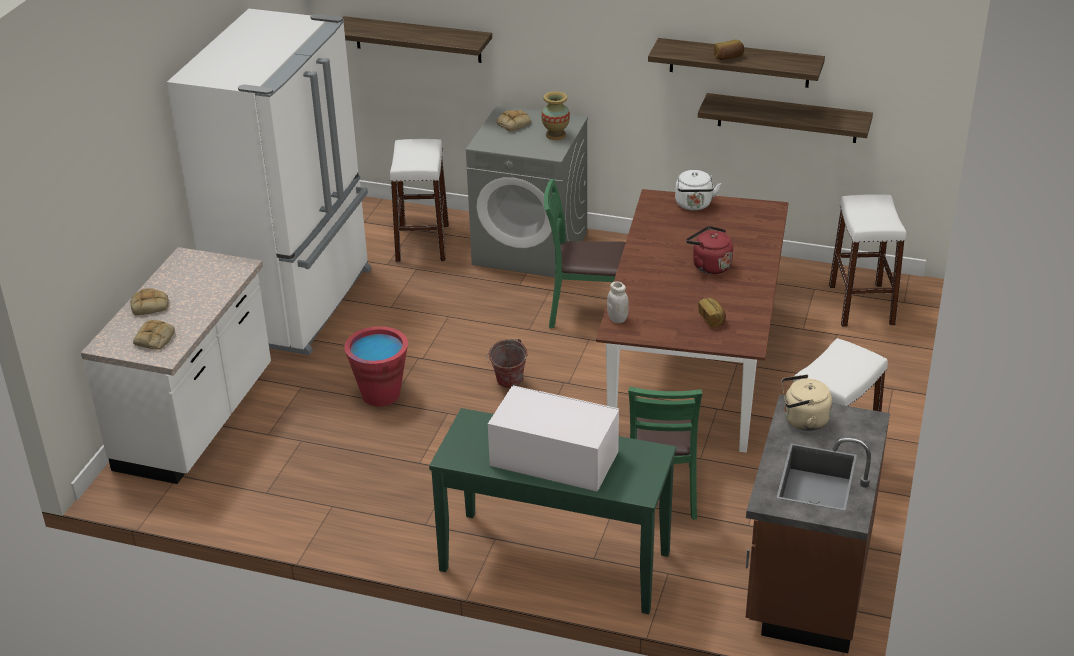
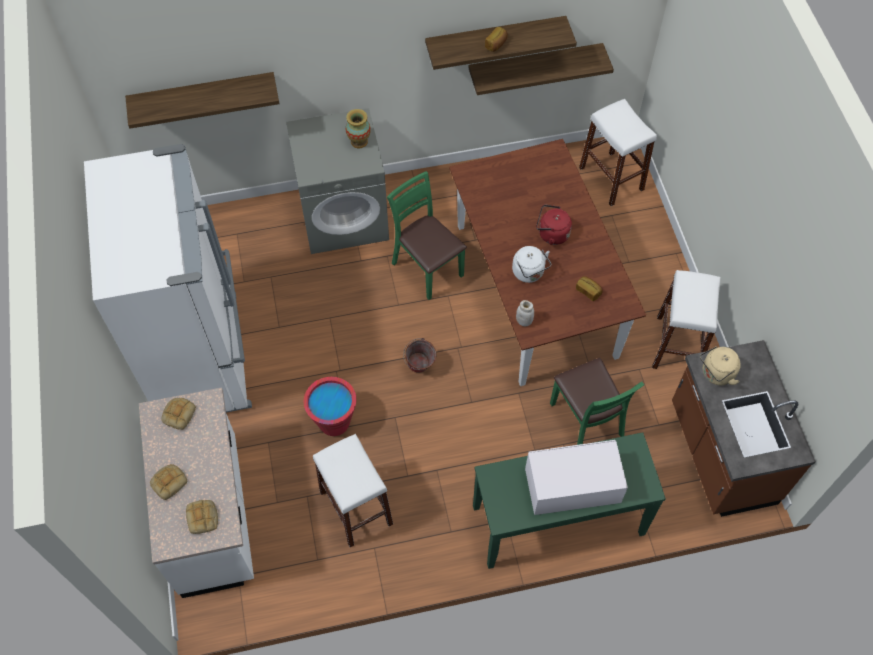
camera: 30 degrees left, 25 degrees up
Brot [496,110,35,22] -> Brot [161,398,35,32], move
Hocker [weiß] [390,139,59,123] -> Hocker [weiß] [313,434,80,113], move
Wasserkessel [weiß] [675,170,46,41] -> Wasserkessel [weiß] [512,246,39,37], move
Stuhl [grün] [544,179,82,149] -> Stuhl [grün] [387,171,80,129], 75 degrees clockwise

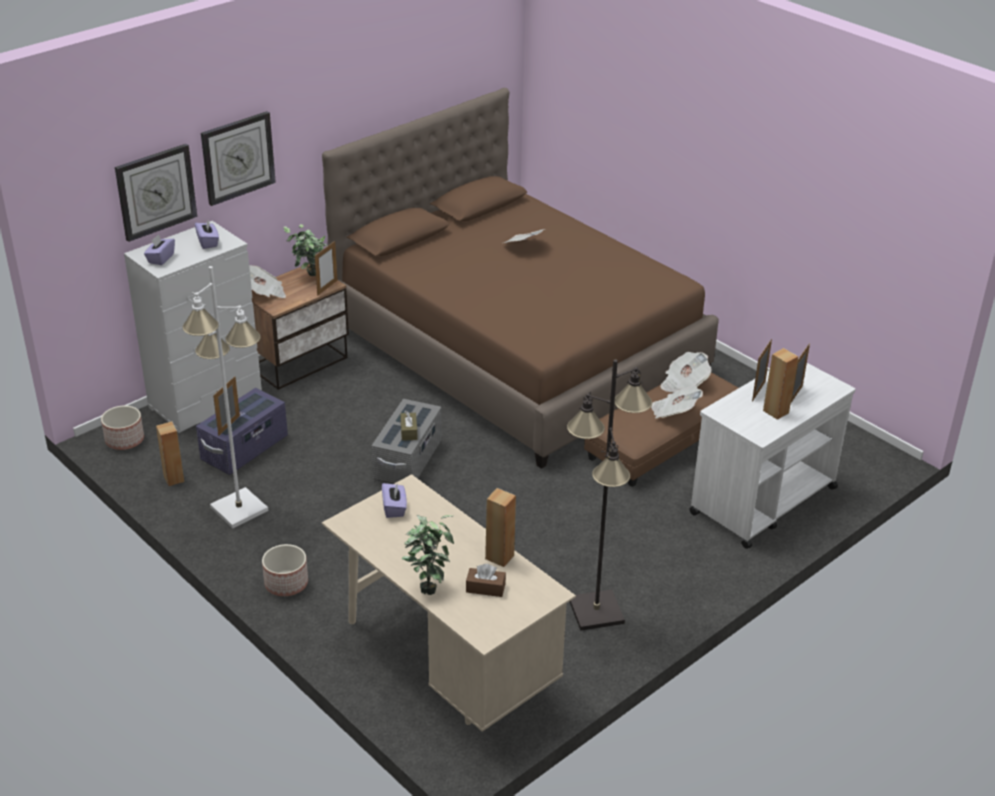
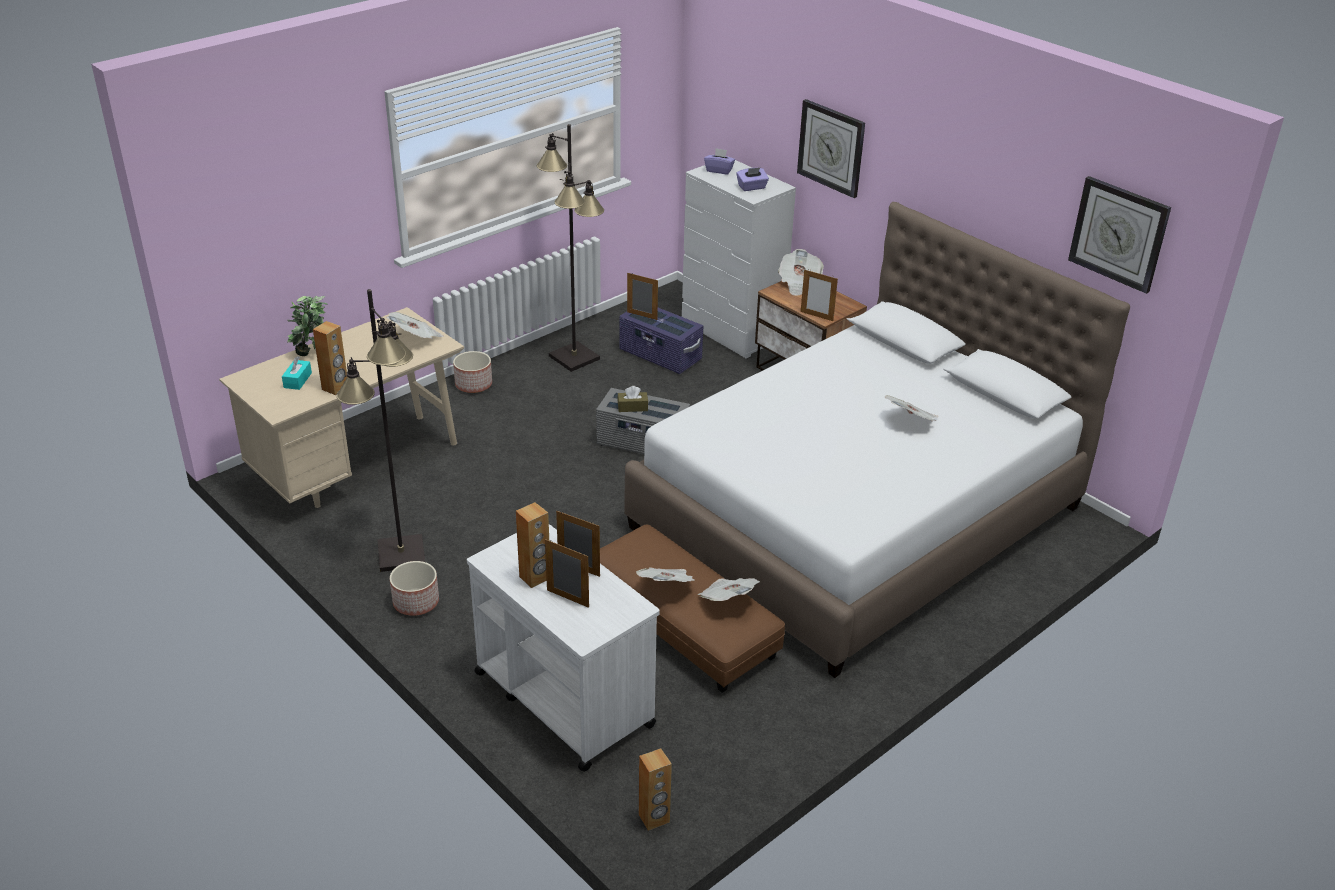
camera: 90 degrees right, 0 degrees up
Bett [braun] [322,88,397,381] -> Bett [weiß] [624,202,506,476]
Wanduhr [115,144,82,98] -> Wanduhr [1068,176,103,118], move
Topfpflanze [283,224,45,52] -> none
Stehlampe [weiß] [182,266,86,262] -> Stehlampe [schwarz] [537,124,67,248]
Pflanzkübel [101,405,43,45] -> Pflanzkübel [390,561,49,55], move
Lautsprecher [braun] [156,421,28,65] -> Lautsprecher [braun] [639,748,33,83], move
Taschentuchbox [lila] [382,482,25,36] -> Zeitung [386,312,58,27]
Taschentuchbox [braun] [466,564,40,33] -> Taschentuchbox [türkis] [282,356,30,34]

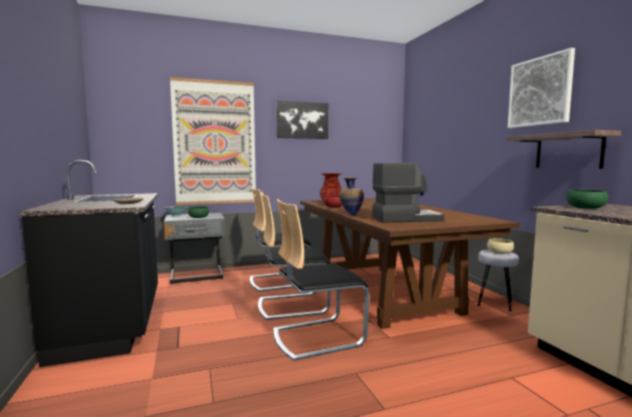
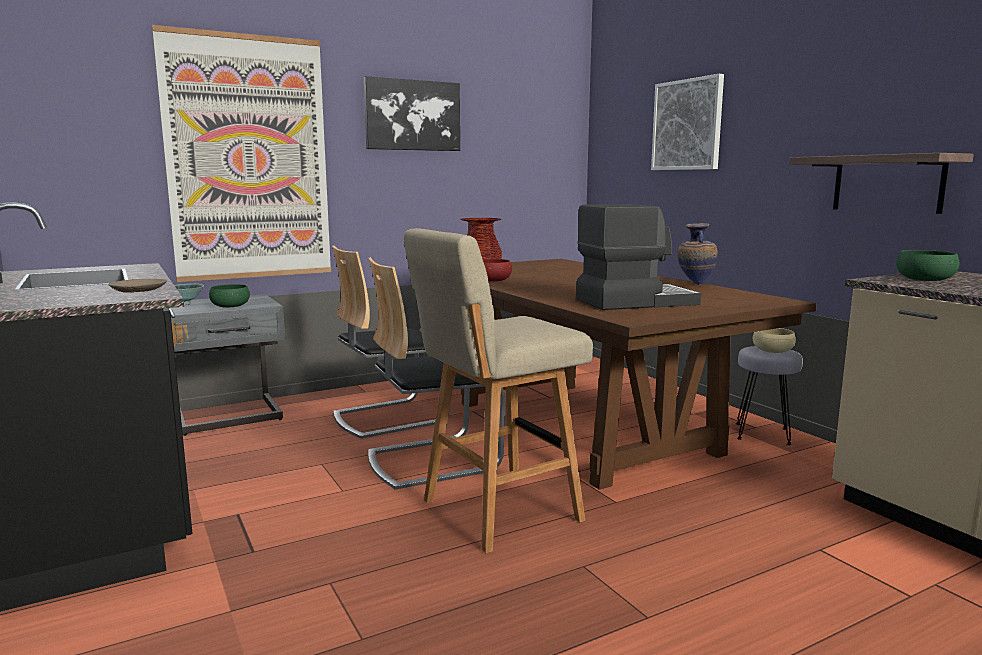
camera: 10 degrees left, 5 degrees up
Bild [507,48,68,80] -> Bild [651,74,73,96], move
Vase [339,177,25,38] -> Vase [677,223,41,62], move
Stuhl [273,199,96,162] -> Hocker [beige] [404,228,189,326]

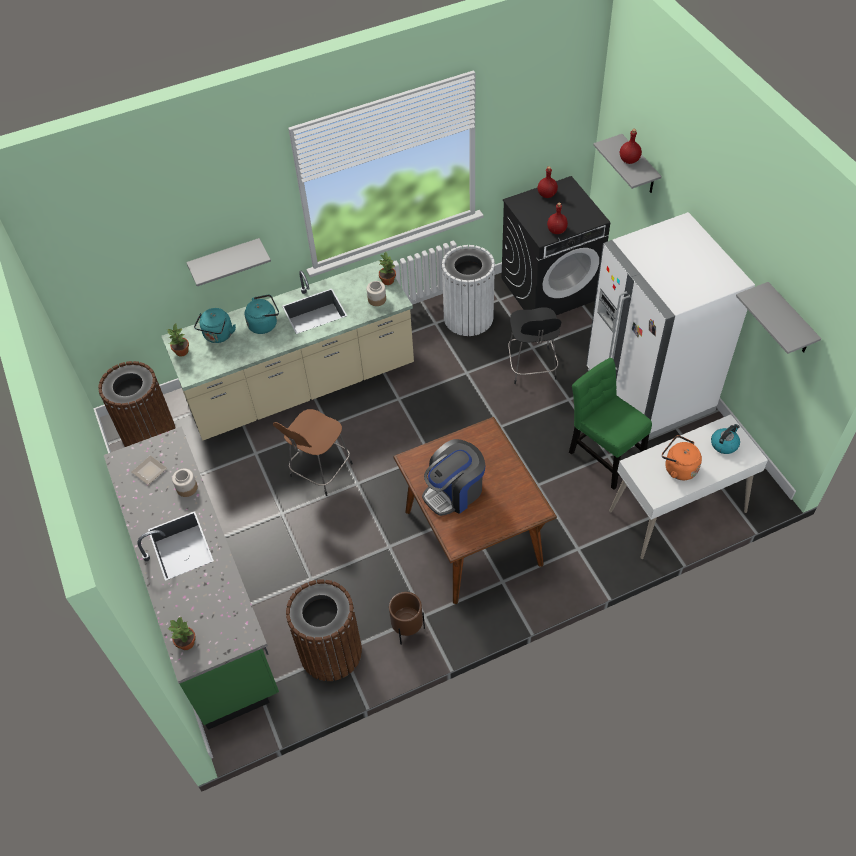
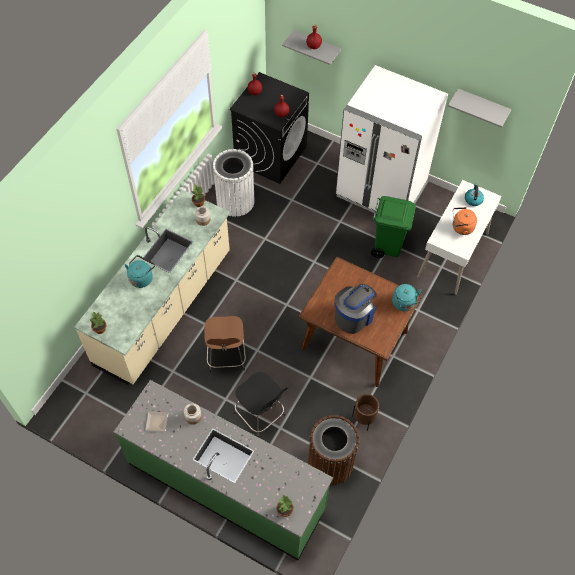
camera: 40 degrees left, 5 degrees up
Wandregal [grau] [186,238,85,48] -> none
Hocker [schwarz] [507,307,54,77] -> Hocker [schwarz] [234,372,54,65], move
Wasserkessel [türkis] [194,308,42,35] -> Wasserkessel [türkis] [392,284,30,27], move
Stuhl [grün] [569,358,83,132] -> Mülleimer [grün] [371,196,45,62]
Mülleimer [braun] [98,361,78,86] -> none
Kaffeemaschine [422,439,63,77] -> Kaffeemaschine [334,284,43,50], 150 degrees counterclockwise

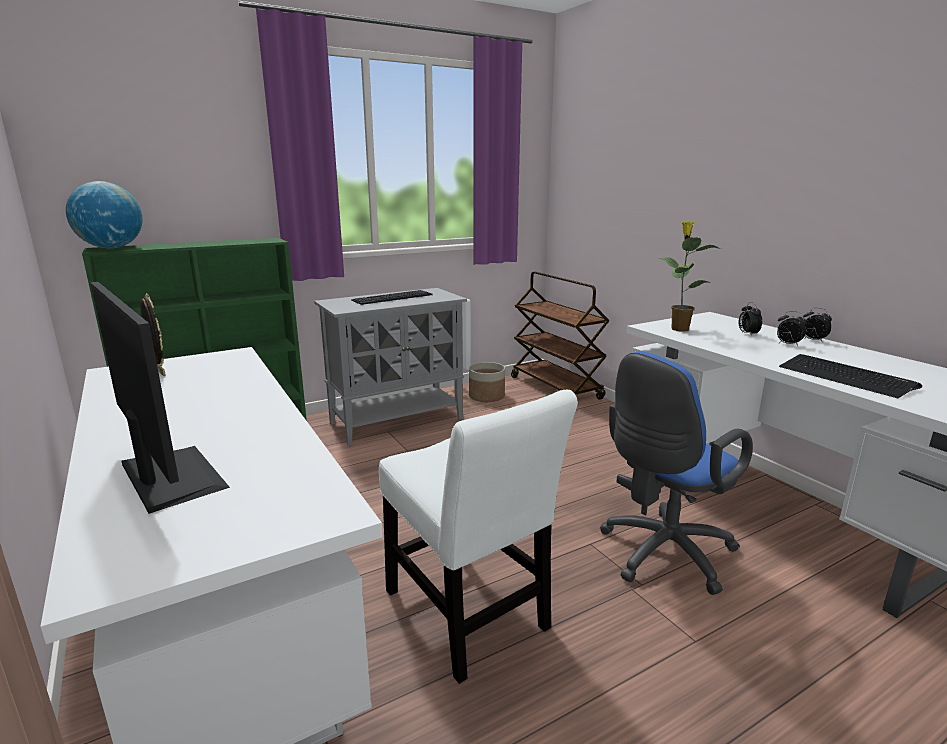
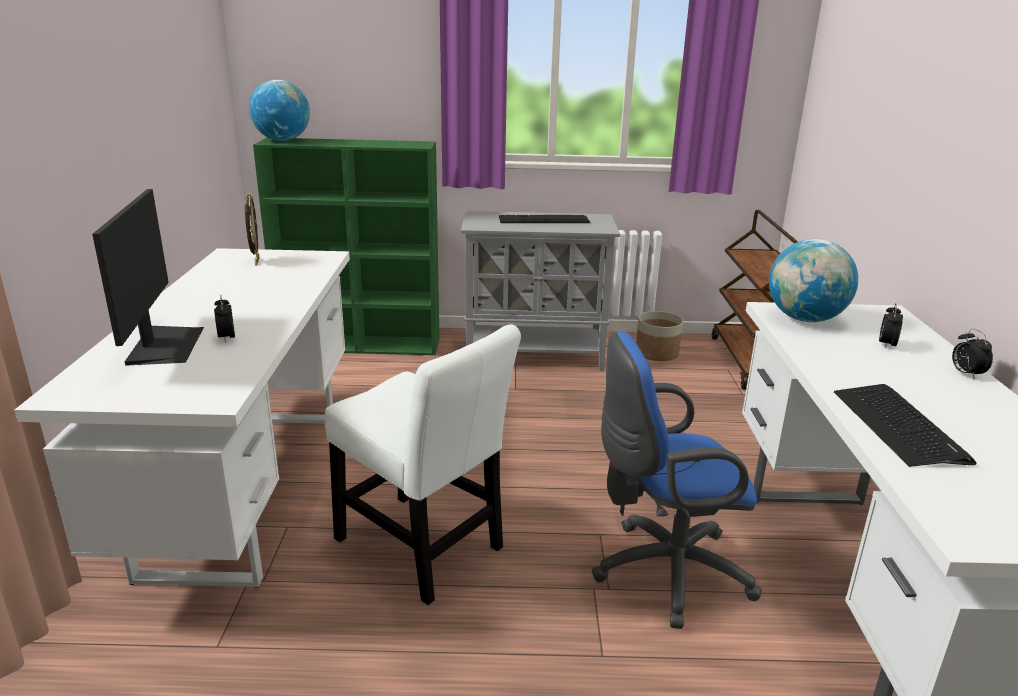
camera: 30 degrees right, 5 degrees up
Topfpflanze [658,222,63,110] -> Globus [769,239,89,83]
Wecker [777,311,30,35] -> Wecker [214,295,21,48], move
Stuhl [weiß] [379,390,199,294] -> Stuhl [weiß] [325,325,196,280], 45 degrees counterclockwise

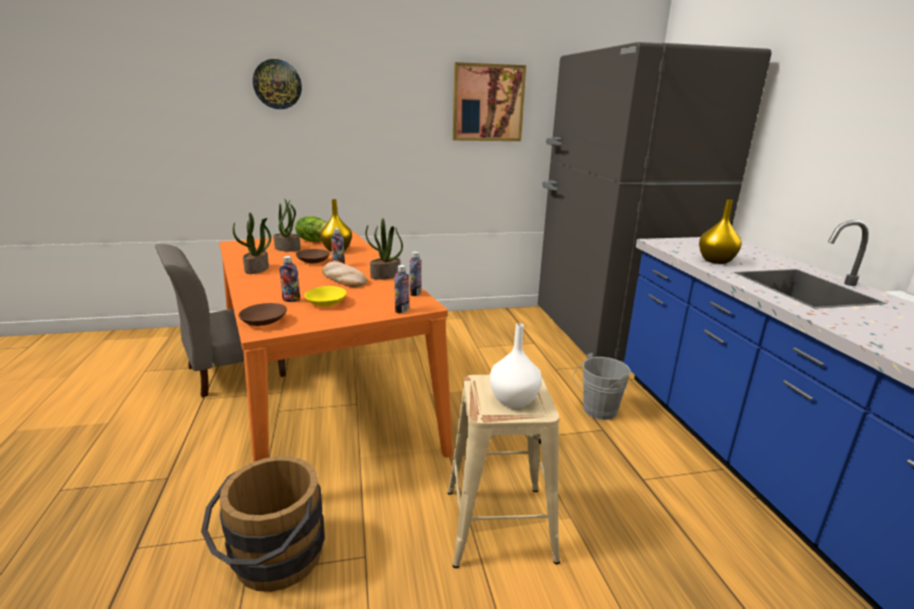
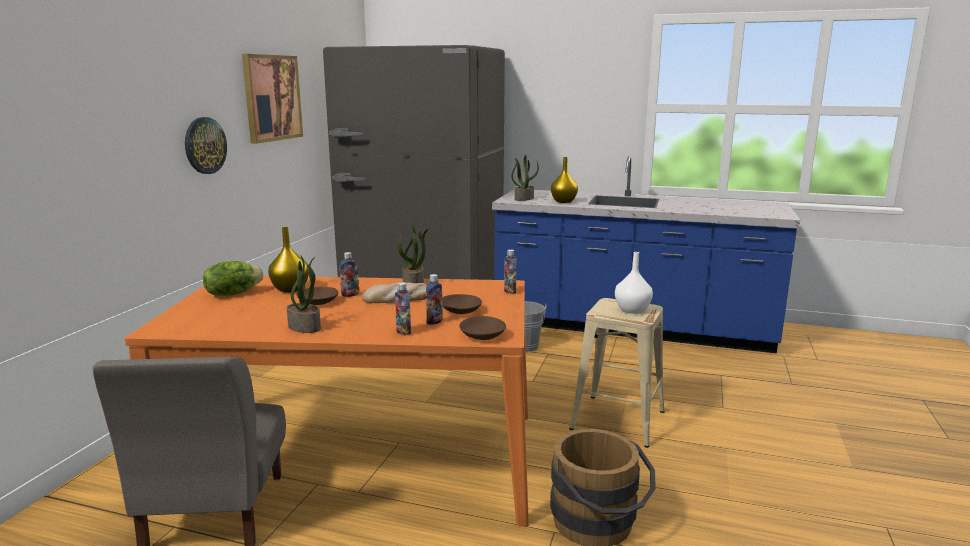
camera: 60 degrees left, 5 degrees down
Wanduhr [253,59,49,50] -> Wanduhr [185,117,42,57], move
Topfpflanze [273,198,28,53] -> Topfpflanze [511,155,28,46], move
Flasche [410,251,11,45] -> Flasche [395,282,16,53], move
Schüssel [gelb] [304,286,43,21] -> Schüssel [braun] [442,294,40,20]

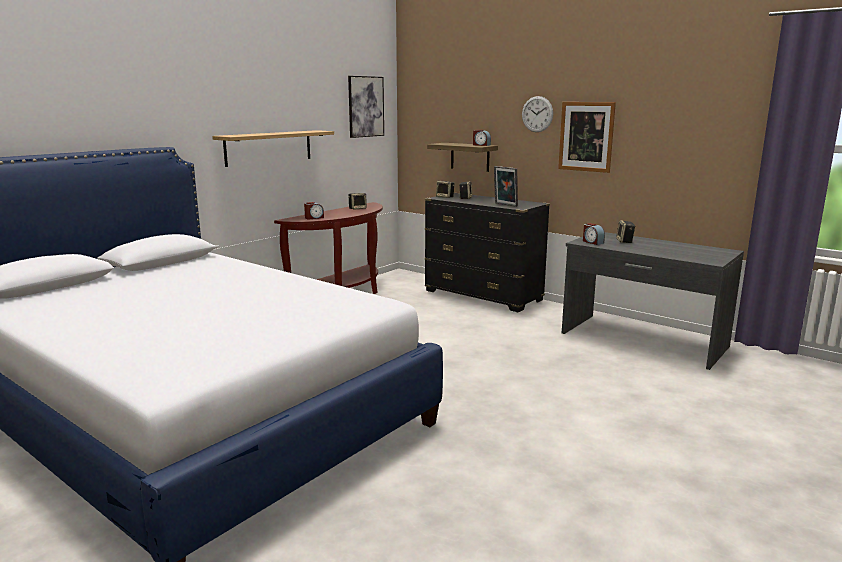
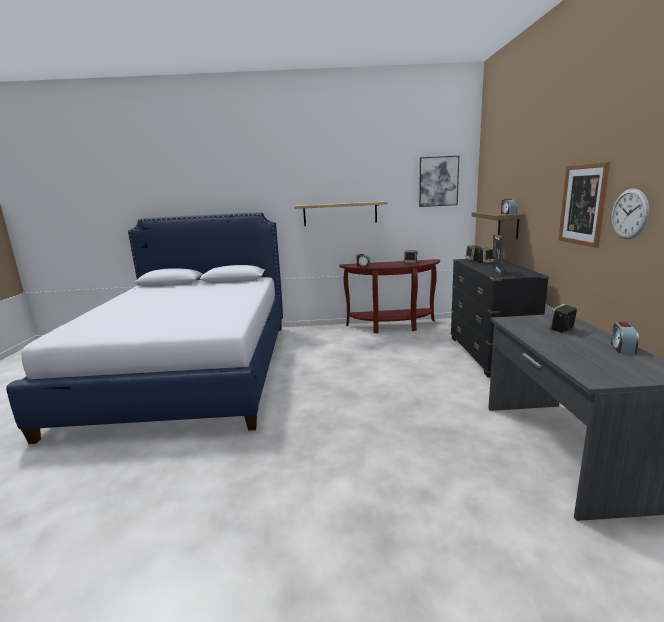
camera: 50 degrees right, 0 degrees up
Wanduhr [522,96,31,36] -> Wanduhr [612,189,37,50], move
Wecker [583,223,22,22] -> Wecker [611,322,28,32], move

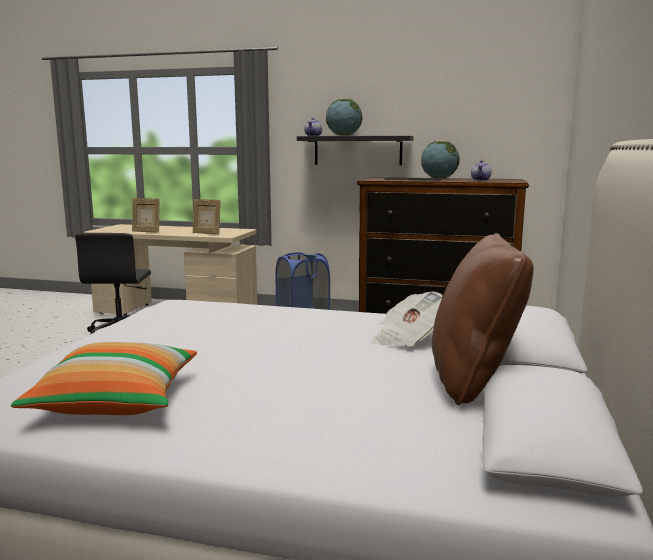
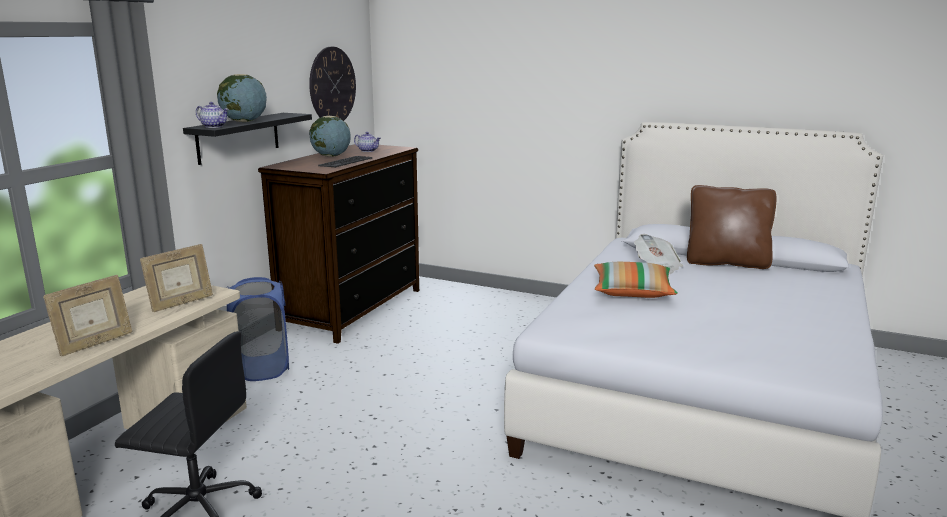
camera: 80 degrees left, 5 degrees up
Kissen [11,342,186,73] -> Kissen [594,262,84,36], move
none -> Wanduhr [309,47,47,74]

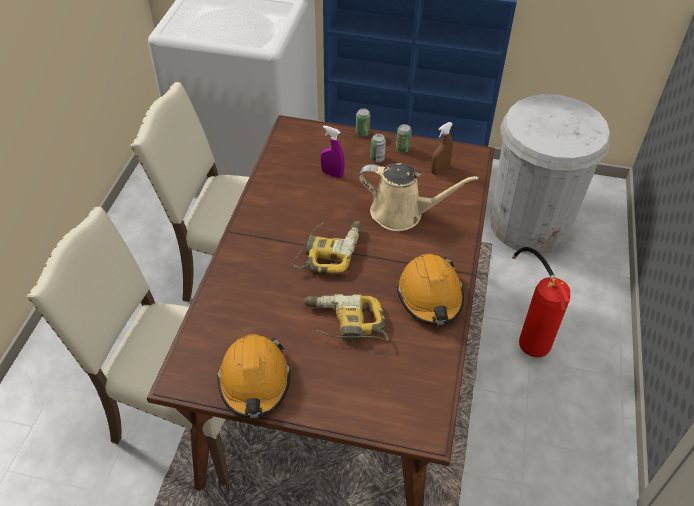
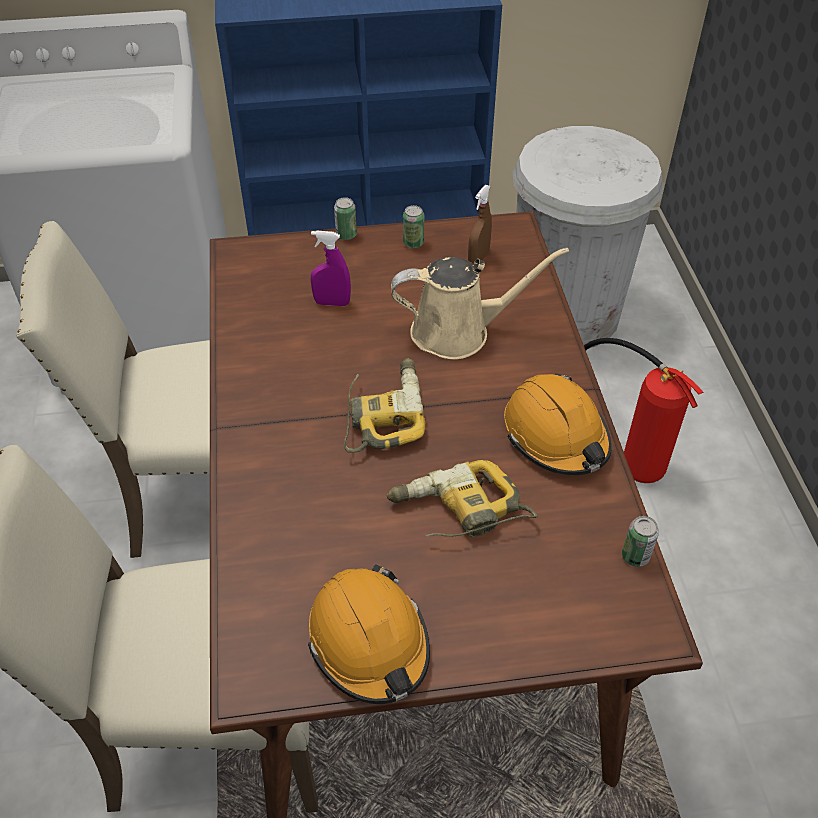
camera: 20 degrees left, 0 degrees up
Dose [370,134,16,28] -> Dose [622,516,37,51], move

